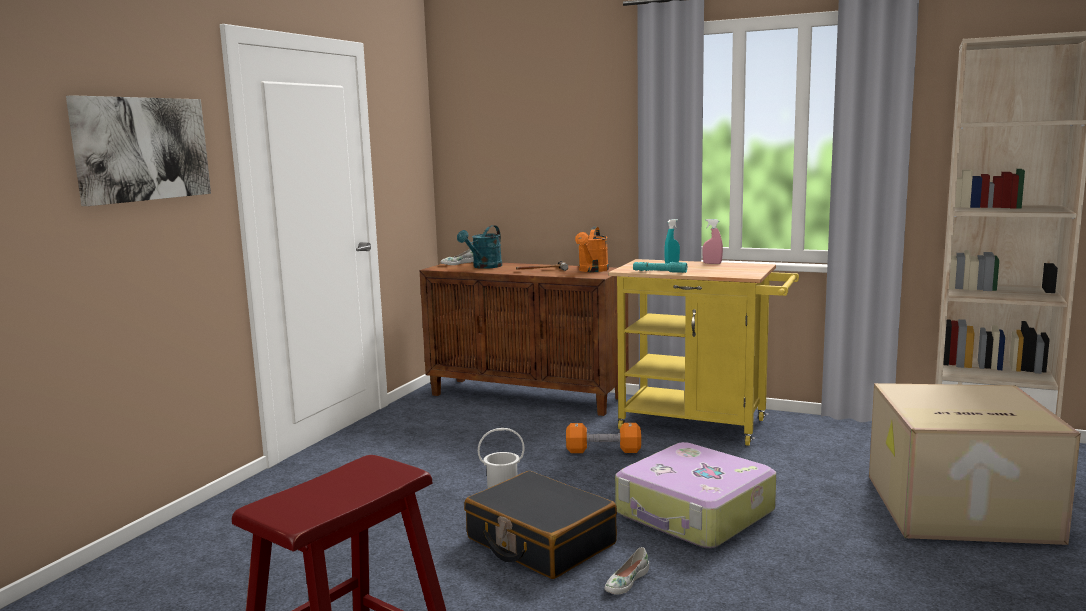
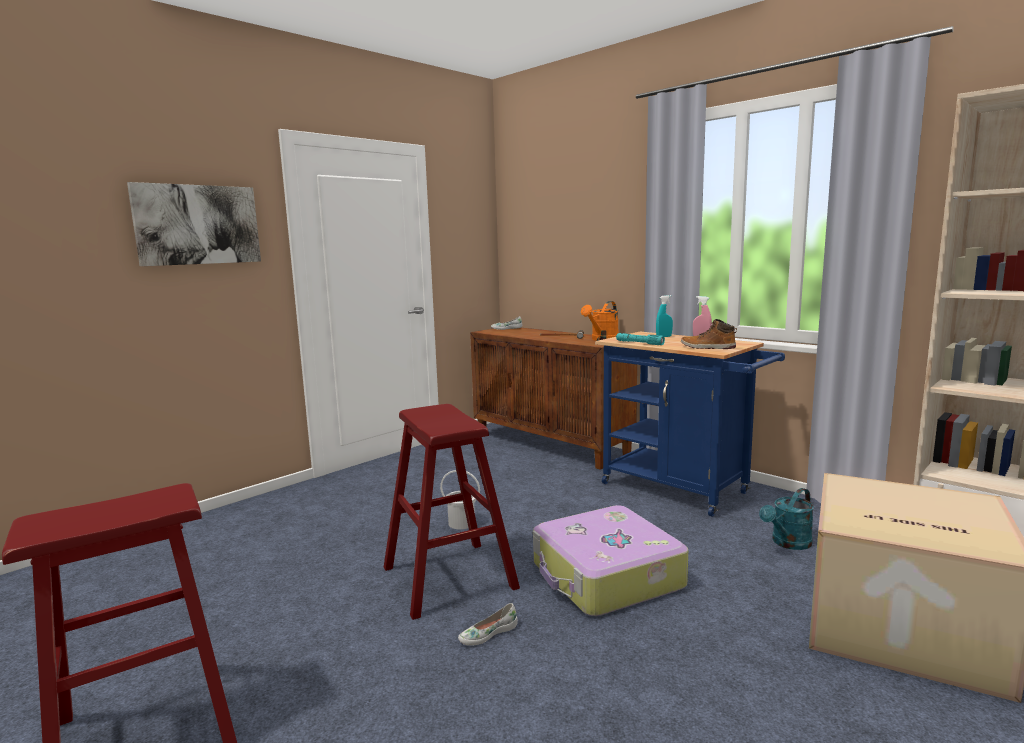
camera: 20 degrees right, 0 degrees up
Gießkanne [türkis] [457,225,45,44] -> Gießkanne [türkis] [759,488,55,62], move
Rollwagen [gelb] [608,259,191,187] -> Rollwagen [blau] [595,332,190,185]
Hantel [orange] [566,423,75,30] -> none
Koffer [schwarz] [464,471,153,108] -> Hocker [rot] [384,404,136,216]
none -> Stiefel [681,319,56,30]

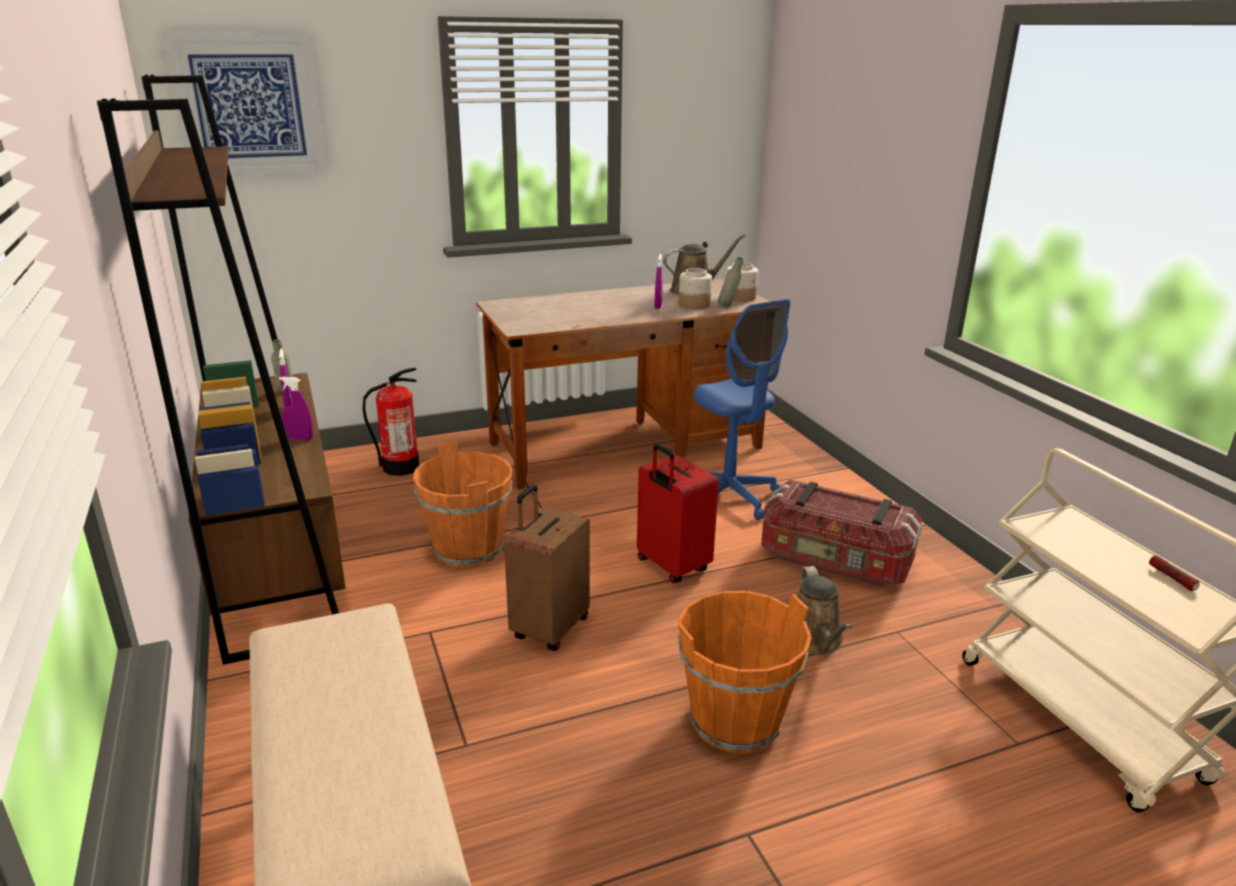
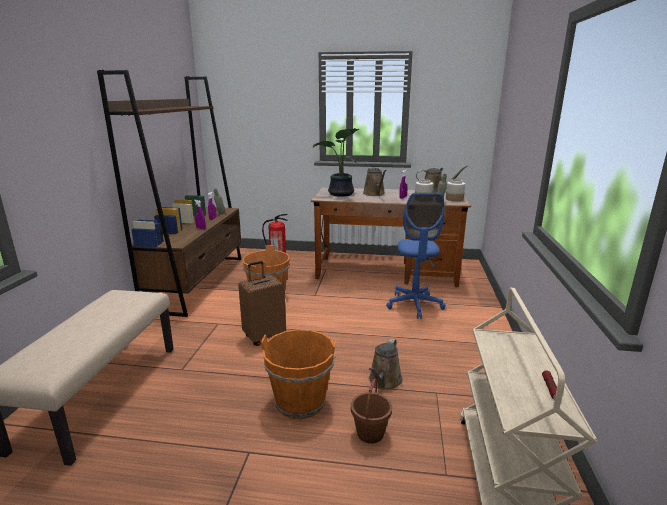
camera: 30 degrees right, 5 degrees down
Bild [162,32,165,144] -> none
Koffer [rot] [637,444,82,139] -> none
Aufbewahrungsbox [761,480,161,108] -> none
none -> Topfpflanze [313,128,46,69]
none -> Gießkanne [braun] [363,168,23,28]
none -> Eimer [braun] [351,379,41,65]

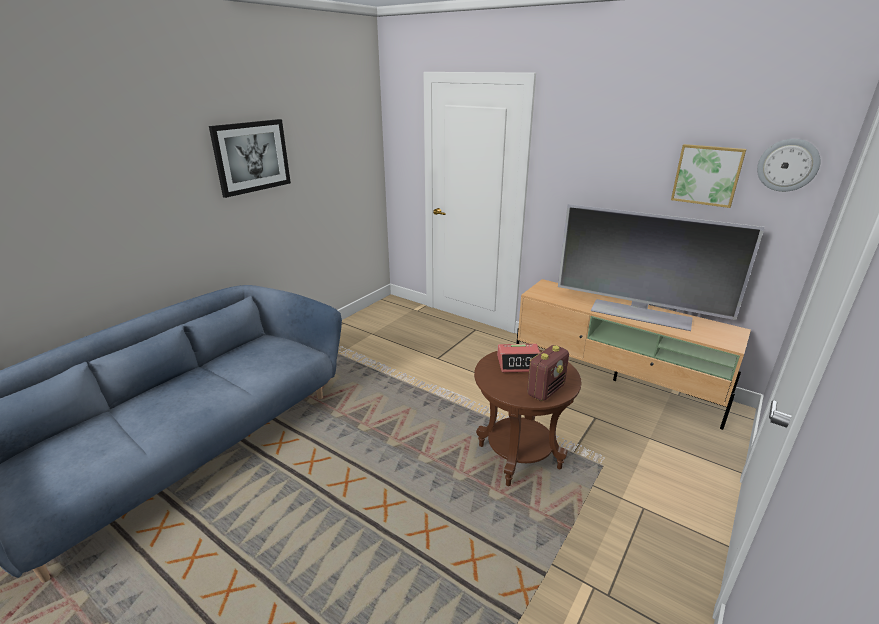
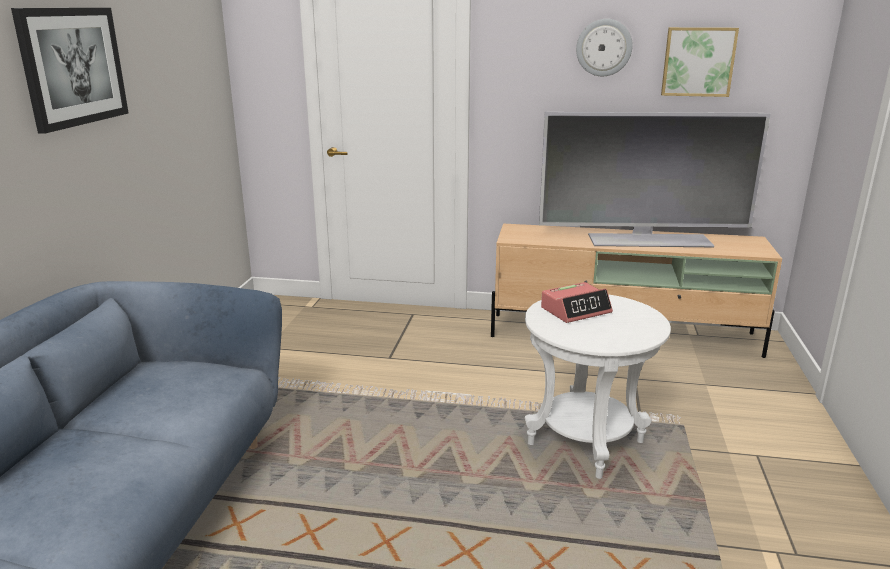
camera: 25 degrees left, 5 degrees down
Wanduhr [757,139,64,53] -> Wanduhr [576,19,57,57], move
Radio [527,345,42,56] -> none
Beistelltisch [braun] [474,350,108,136] -> Beistelltisch [weiß] [525,294,146,185]

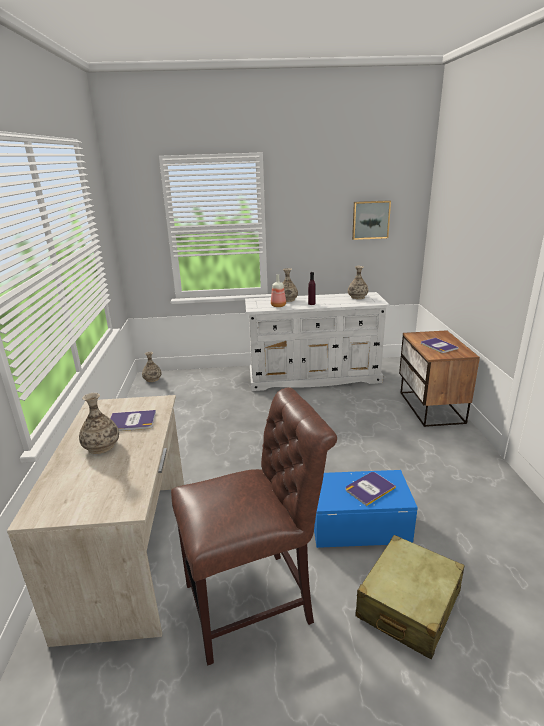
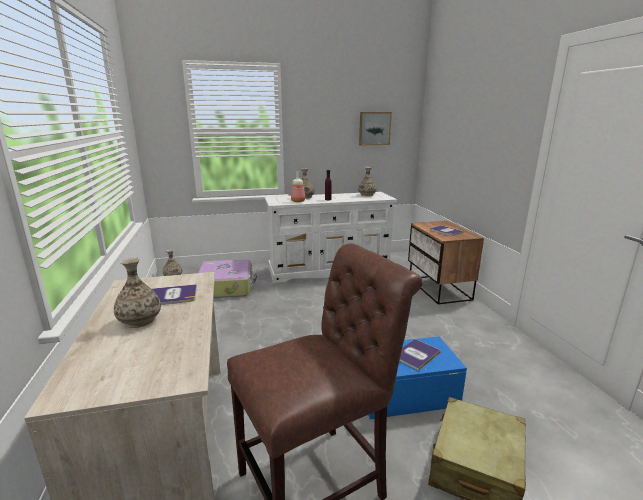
camera: 10 degrees left, 5 degrees down
none -> Koffer [198,260,59,38]

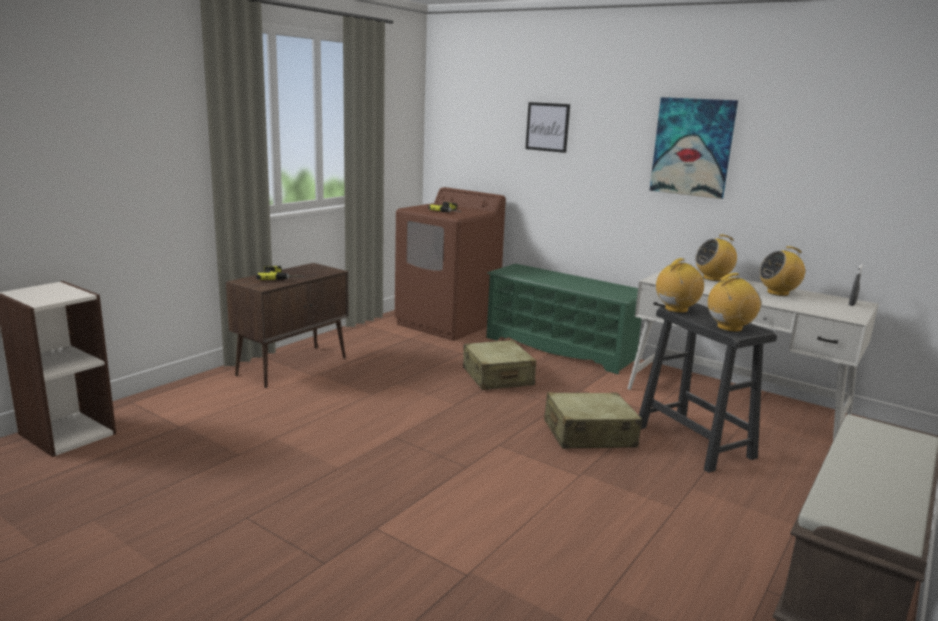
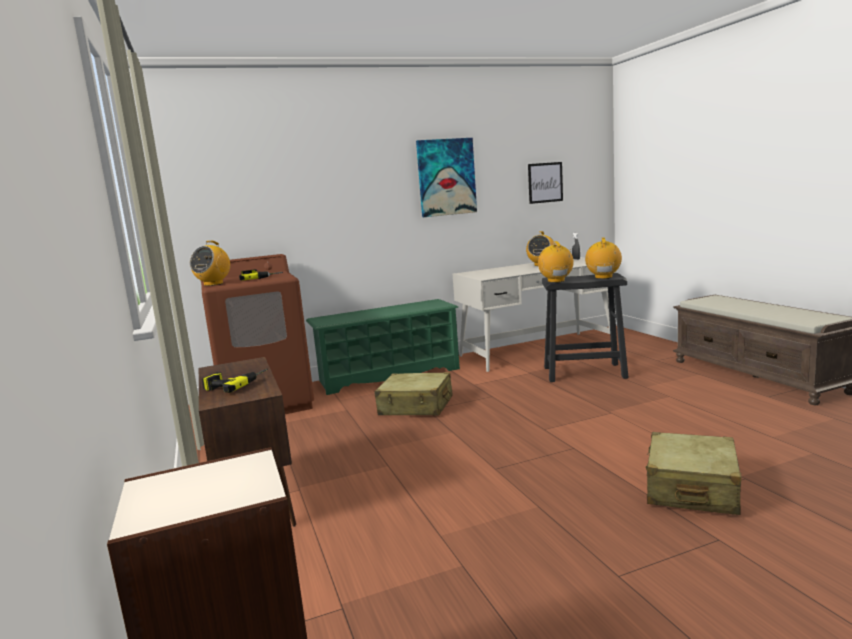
camera: 55 degrees left, 5 degrees down
Bild [525,102,45,51] -> Bild [528,162,35,42], move
Radio [695,234,42,47] -> Radio [190,241,40,45], move
Koffer [beige] [544,392,98,57] -> Koffer [beige] [646,432,95,83], move

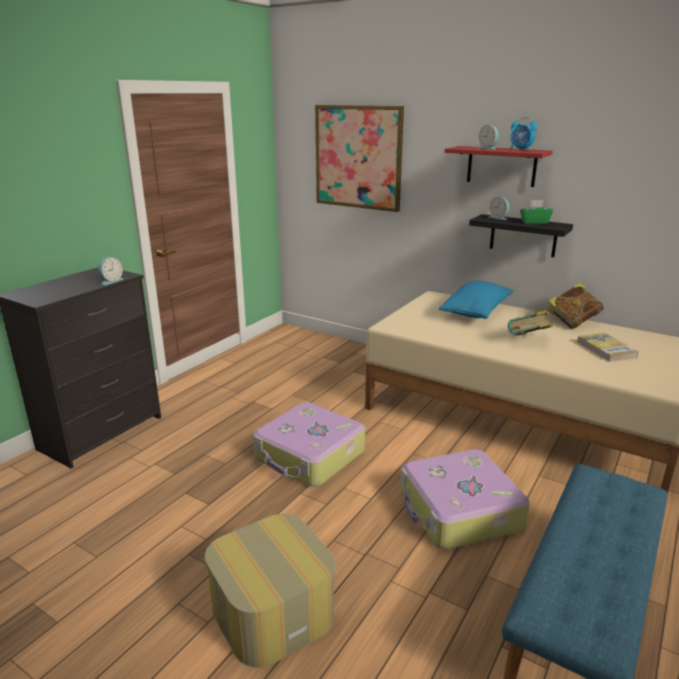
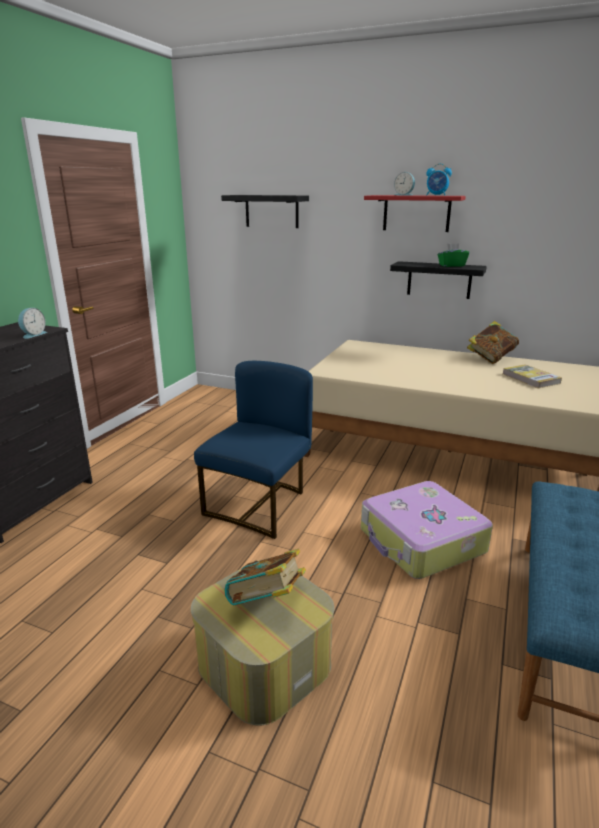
camera: 10 degrees left, 0 degrees up
Bild [315,105,89,107] -> Wandregal [schwarz] [221,195,88,33]
Wecker [487,197,23,23] -> none
Kissen [blau] [439,281,75,38] -> none
Buch [508,310,44,25] -> Buch [225,548,81,57], move
Koffer [253,402,112,85] -> Stuhl [blau] [194,361,119,178]

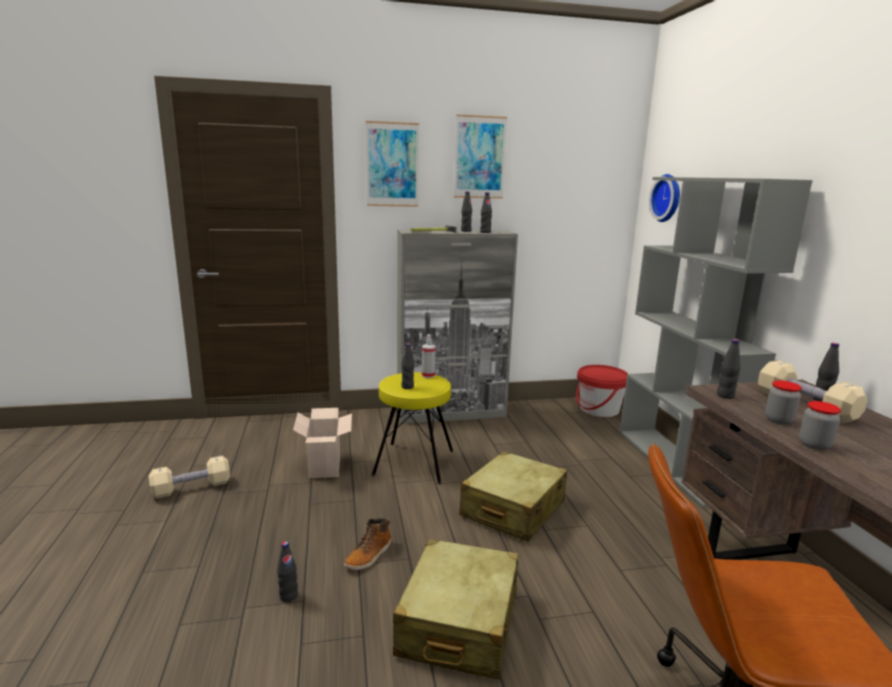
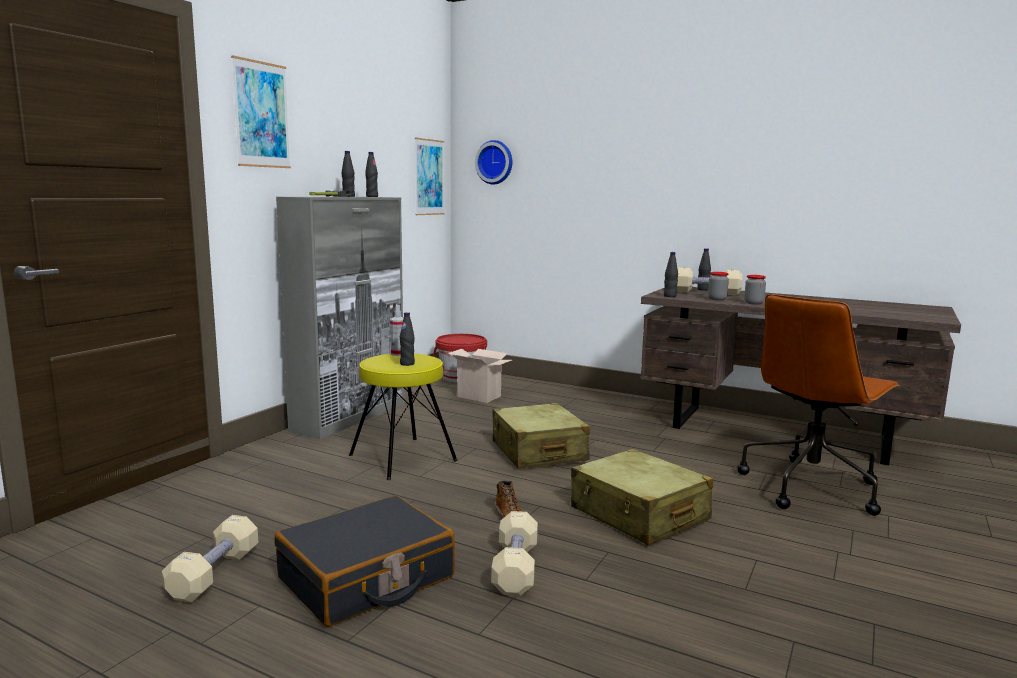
camera: 50 degrees left, 5 degrees down
Bild [454,114,53,84] -> Bild [415,138,29,77], move
Bücherregal [grau] [620,177,193,331] -> none
Karton [293,408,59,70] -> Karton [448,349,64,54], move
Flasche [schwarz] [277,541,21,61] -> Hantel [beige] [491,511,47,85]
none -> Koffer [schwarz] [275,496,180,131]

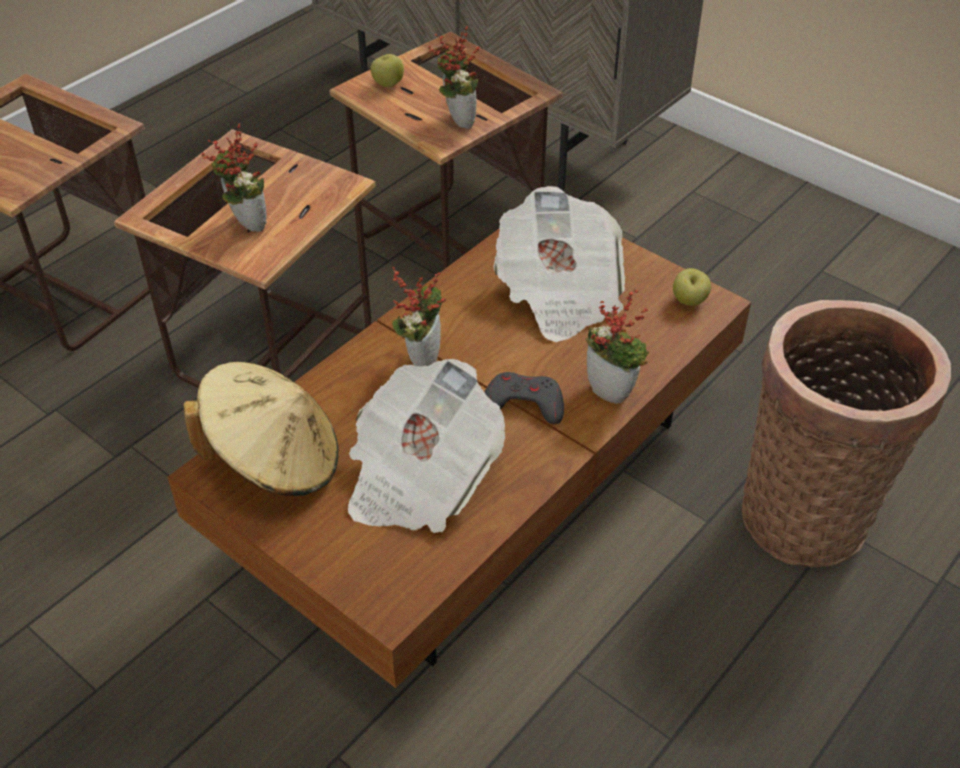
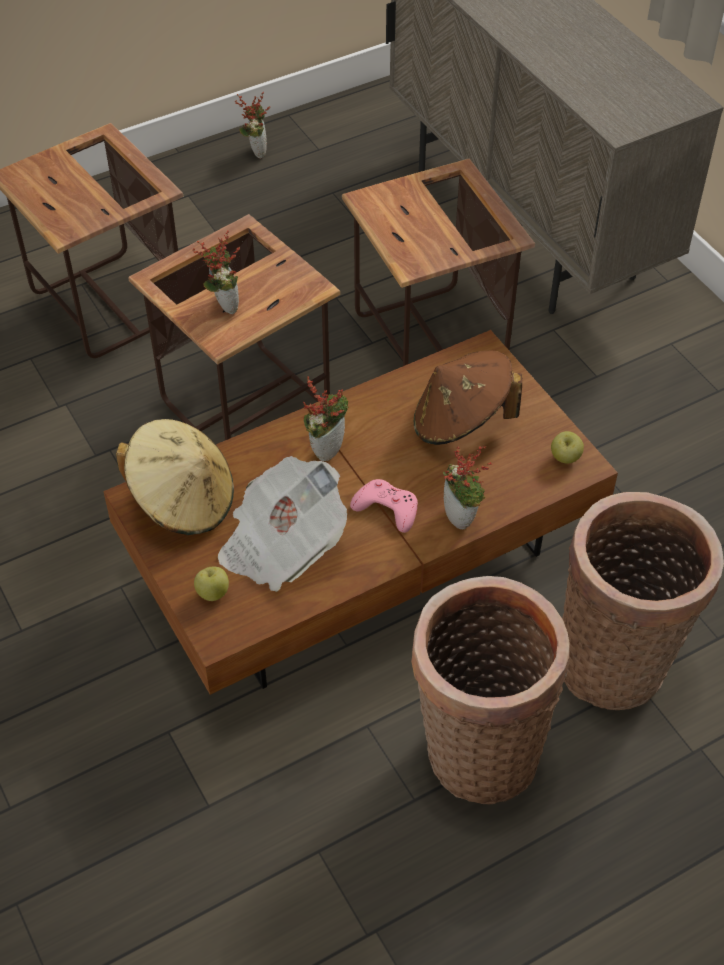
camera: 20 degrees right, 5 degrees up
Topfpflanze [428,26,52,103] -> Topfpflanze [235,92,35,67], move
Apfel [371,54,33,33] -> Apfel [194,566,35,35], move
Zeitung [493,186,132,156] -> Hut [braun] [414,351,108,94]
Gamepad [grau] [485,372,79,52] -> Gamepad [rosa] [350,479,68,54]
none -> Korb [411,576,159,228]

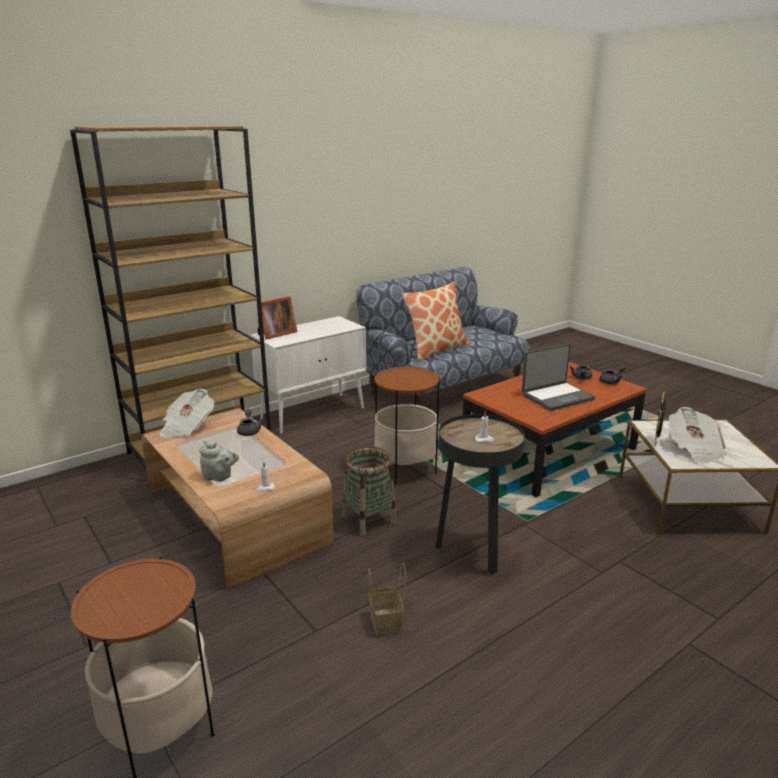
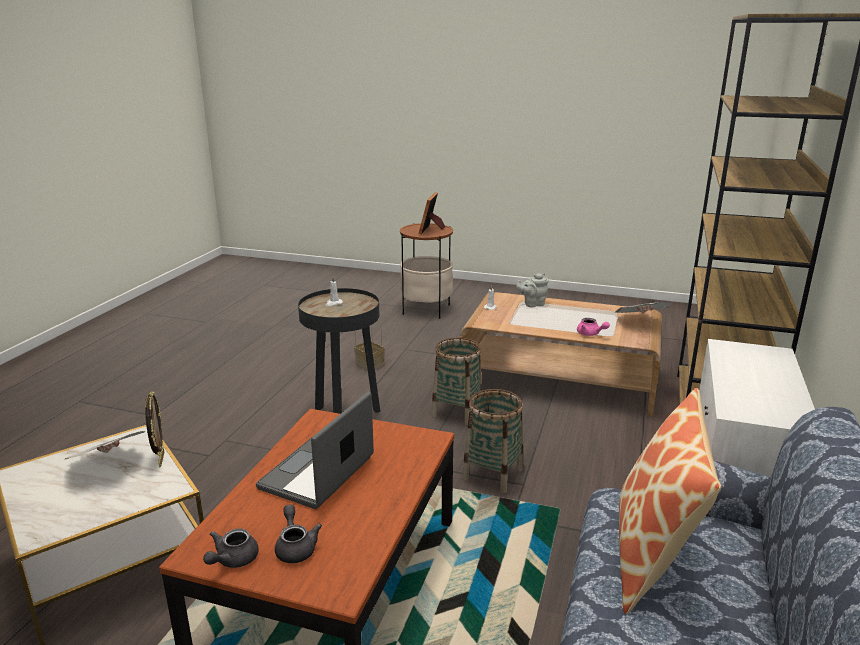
camera: 145 degrees right, 0 degrees up
Bilderrahmen [258,296,39,44] -> Bilderrahmen [418,192,27,42], move
Beistelltisch [374,366,65,118] -> Korb [462,389,61,104]
Teekanne [grau] [237,409,27,27] -> Teekanne [rosa] [577,318,33,18]

